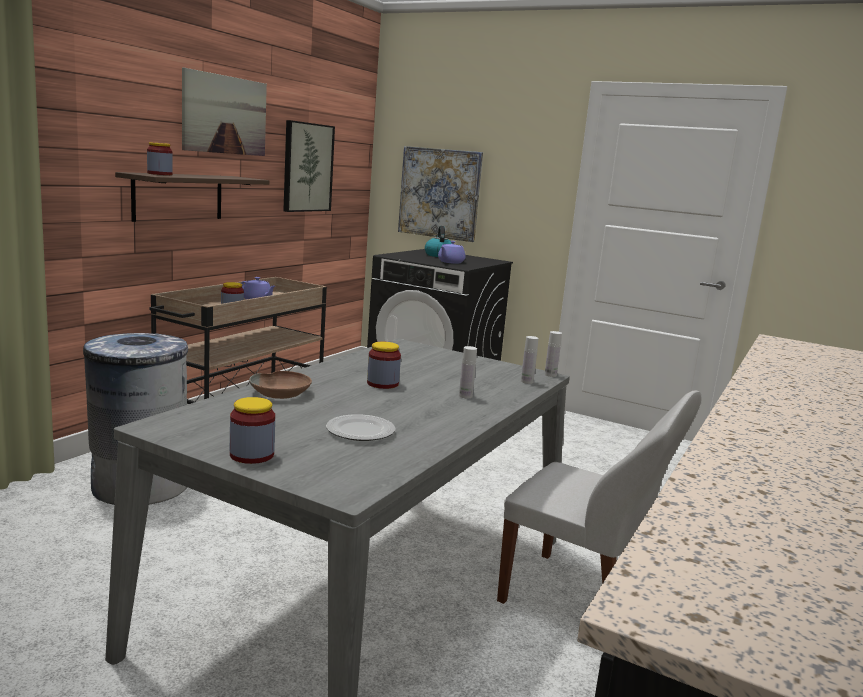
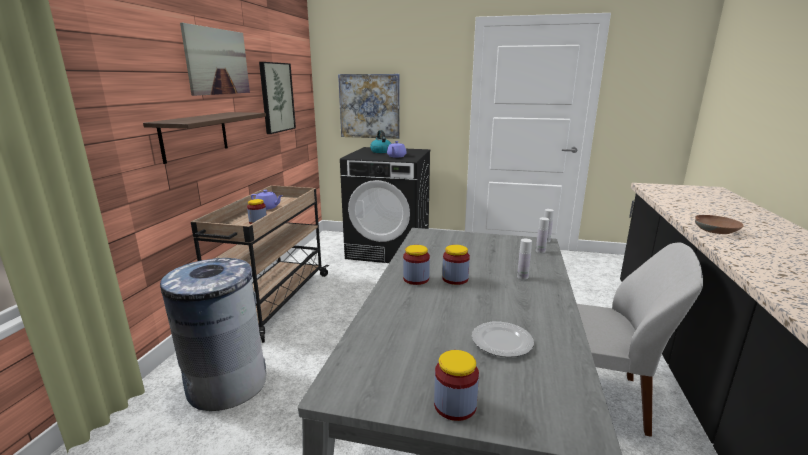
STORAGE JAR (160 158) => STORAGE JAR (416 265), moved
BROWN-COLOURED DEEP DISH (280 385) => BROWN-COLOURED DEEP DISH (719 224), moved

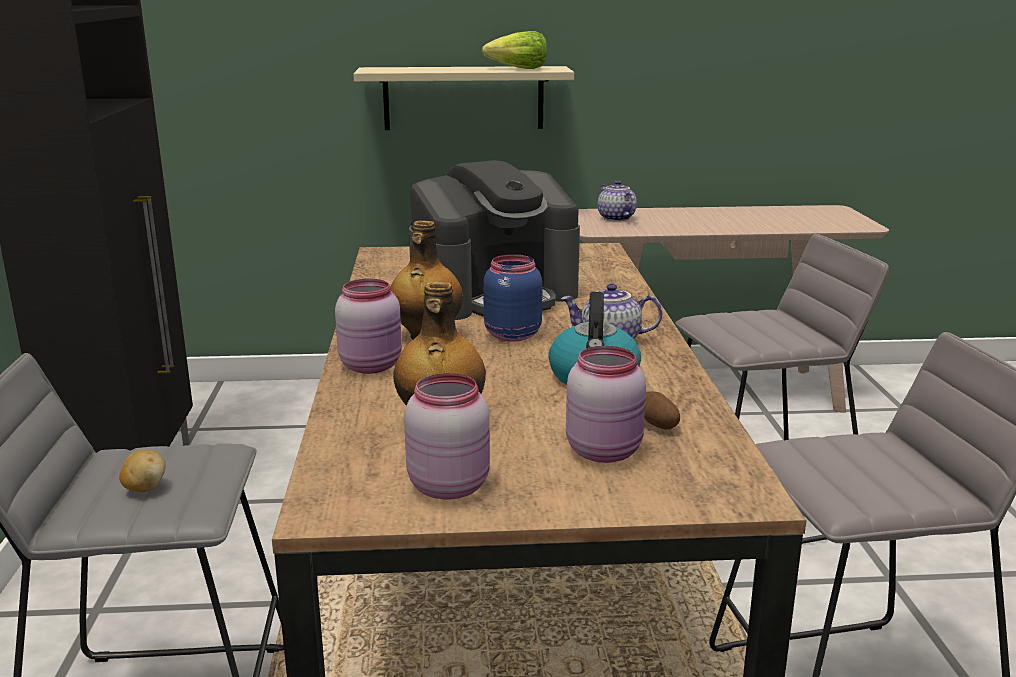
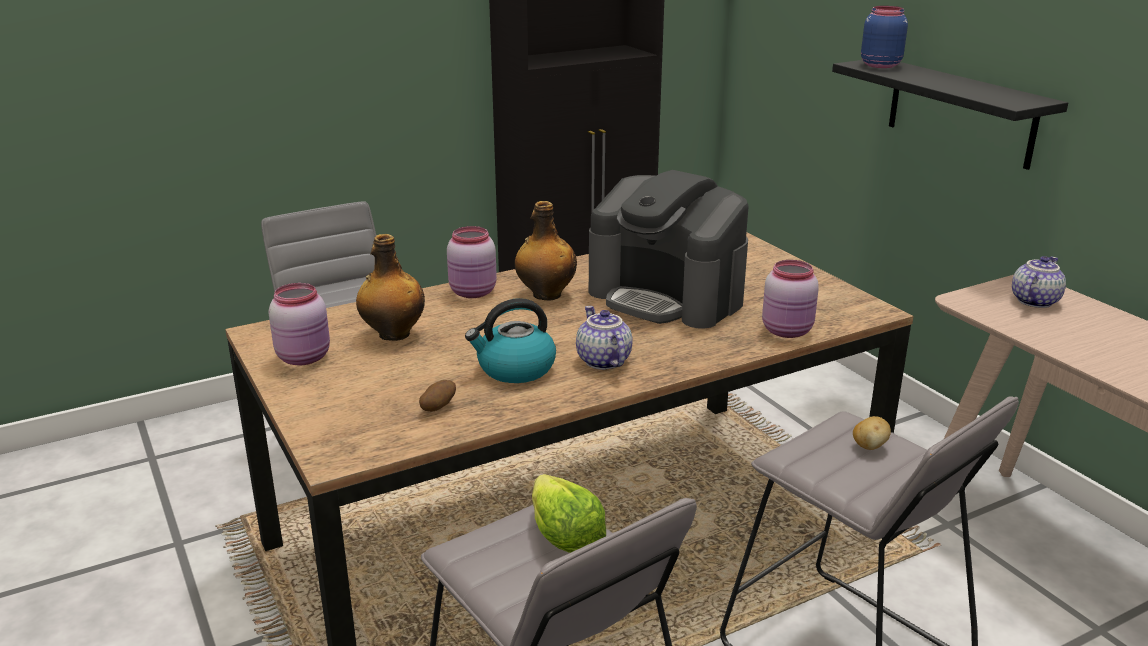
POTATO (142 470) => POTATO (872 433), moved
BEIGE-COLOURED BRACKET SHELF (464 98) => BLACKISH BRACKET SHELF (950 115)
HEAD OF LETTUCE (514 50) => HEAD OF LETTUCE (569 513), moved
BLUISH STORAGE JAR (513 298) => BLUISH STORAGE JAR (884 37), moved
PINK STORAGE JAR (606 404) => PINK STORAGE JAR (790 299), moved

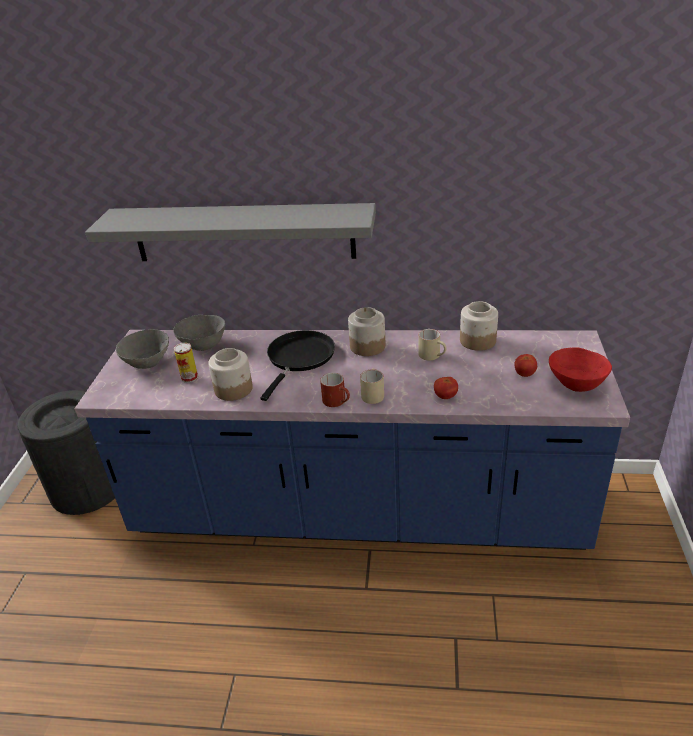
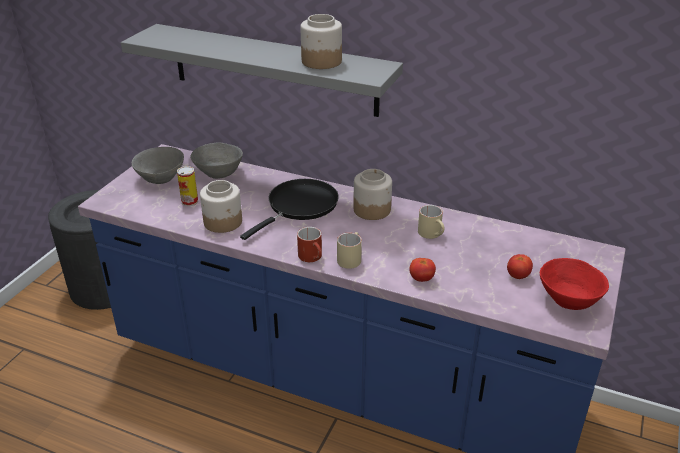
STORAGE JAR (479 326) => STORAGE JAR (321 41), moved

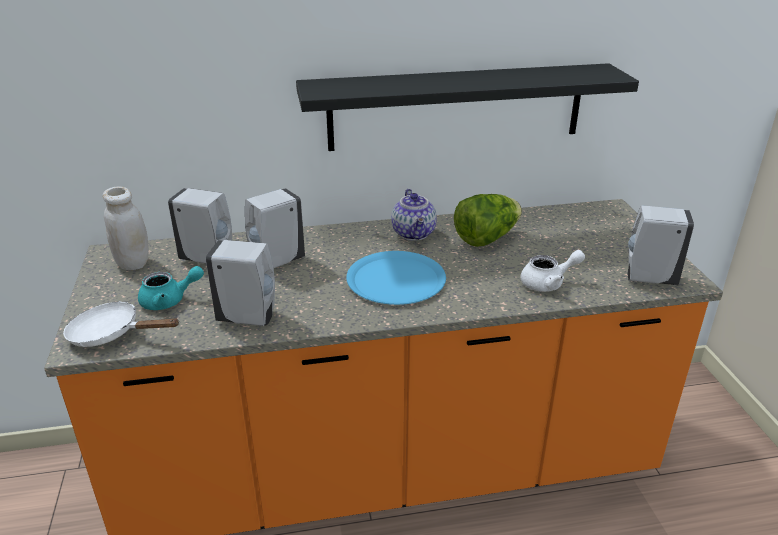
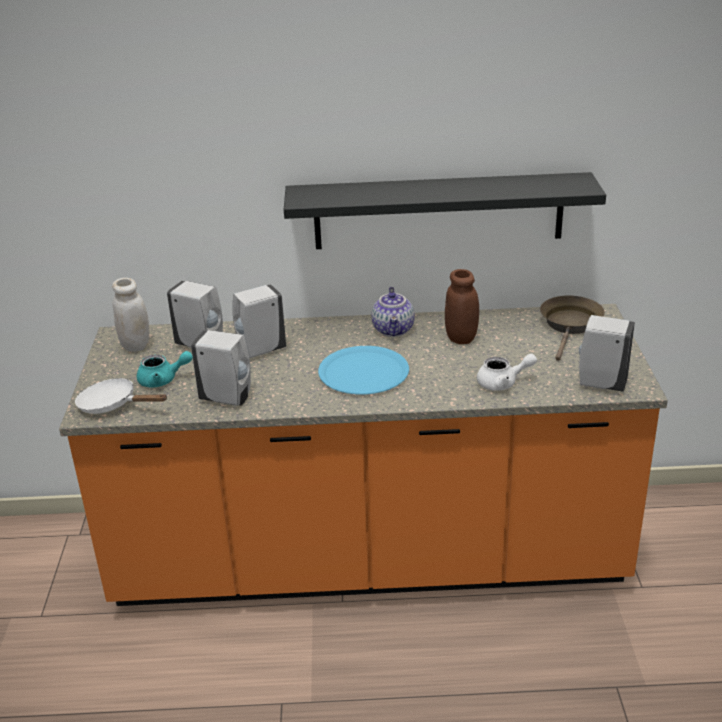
HEAD OF LETTUCE (488 220) => BROWN-COLOURED STORAGE JAR (462 306)
nothing => BROWN-COLOURED SKILLET (572 328)

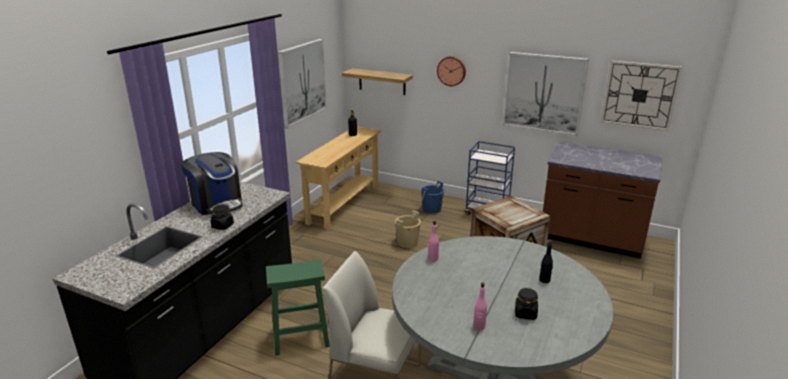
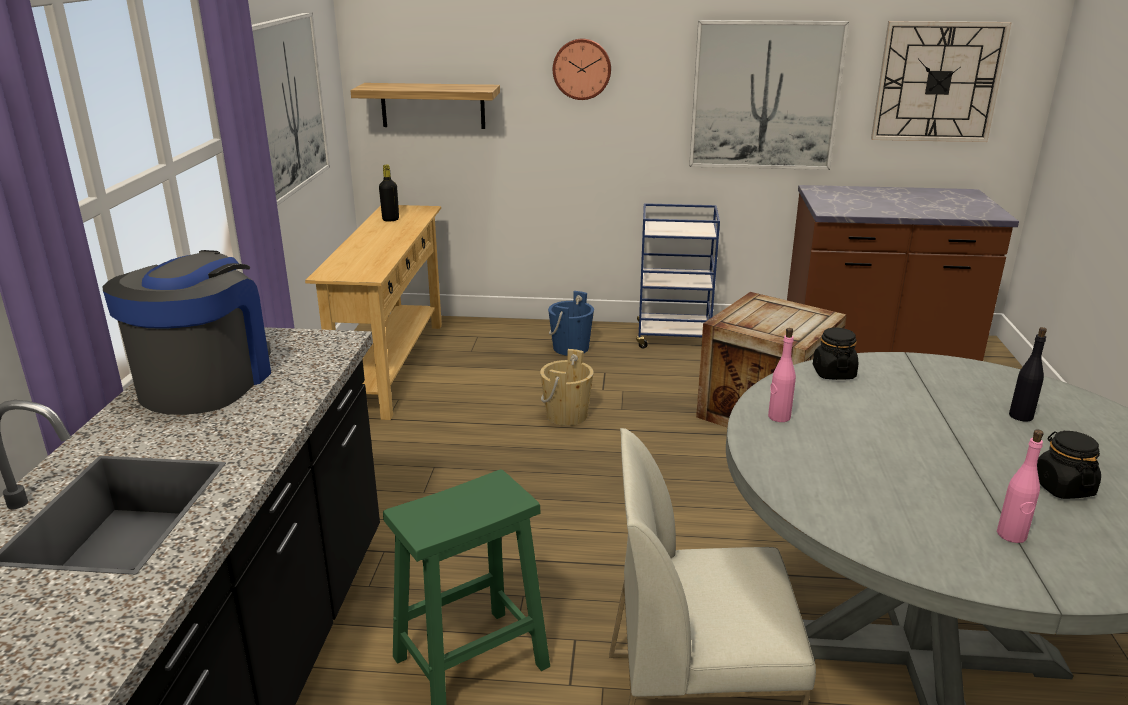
COFFEE BREWER (212 183) => COFFEE BREWER (187 332), 105 degrees counterclockwise
BLACKISH STORAGE JAR (222 217) => BLACKISH STORAGE JAR (835 354), moved

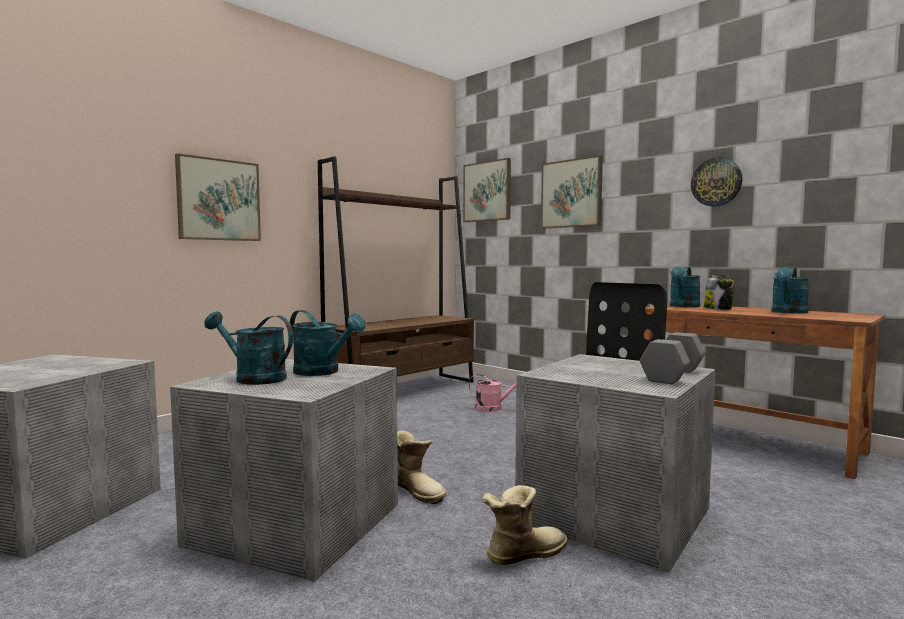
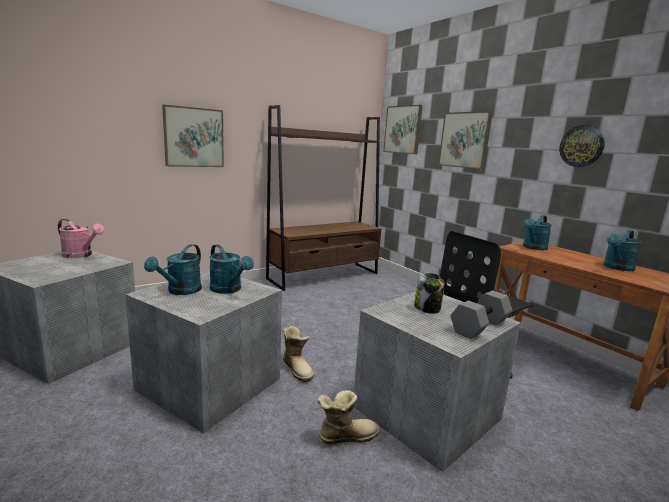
BLUE-GREEN WATERING CAN (248 348) => BLUE-GREEN WATERING CAN (173 269), 105 degrees counterclockwise
PINK WATERING CAN (492 393) => PINK WATERING CAN (81 238), moved
STORAGE JAR (719 292) => STORAGE JAR (429 293), moved

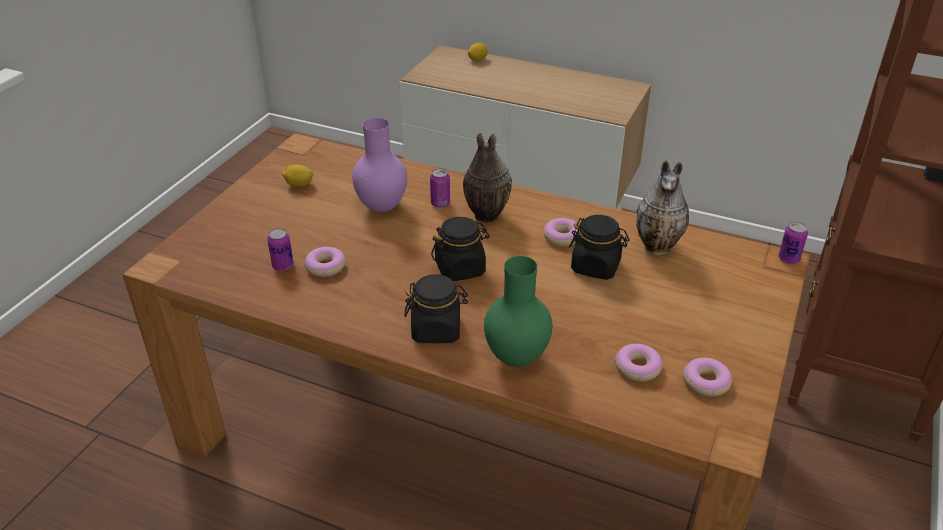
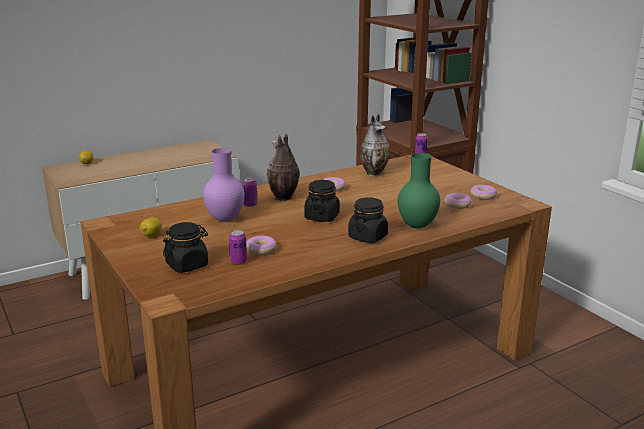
BLACKISH STORAGE JAR (599 247) => BLACKISH STORAGE JAR (185 247), moved

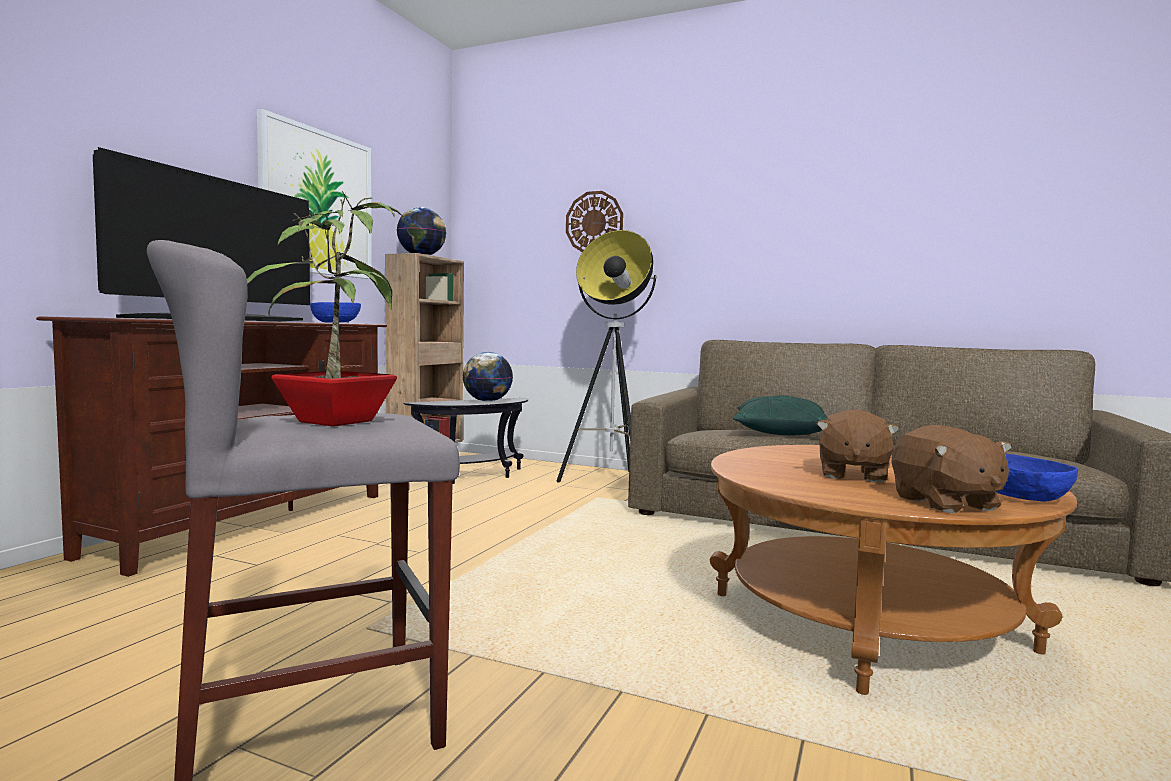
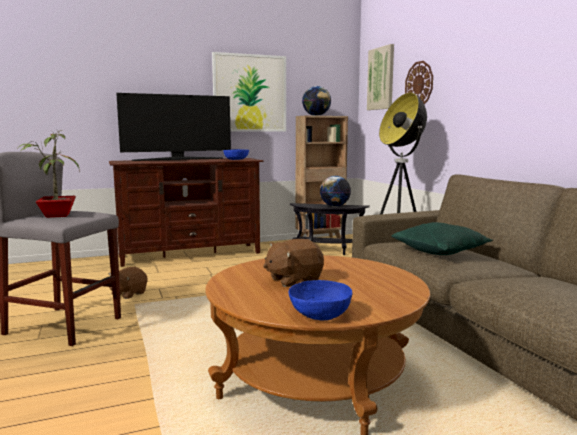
BROWN-COLOURED PLUSH TOY (952 469) => BROWN-COLOURED PLUSH TOY (127 283), moved
nothing => WALL PICTURE (380 77)

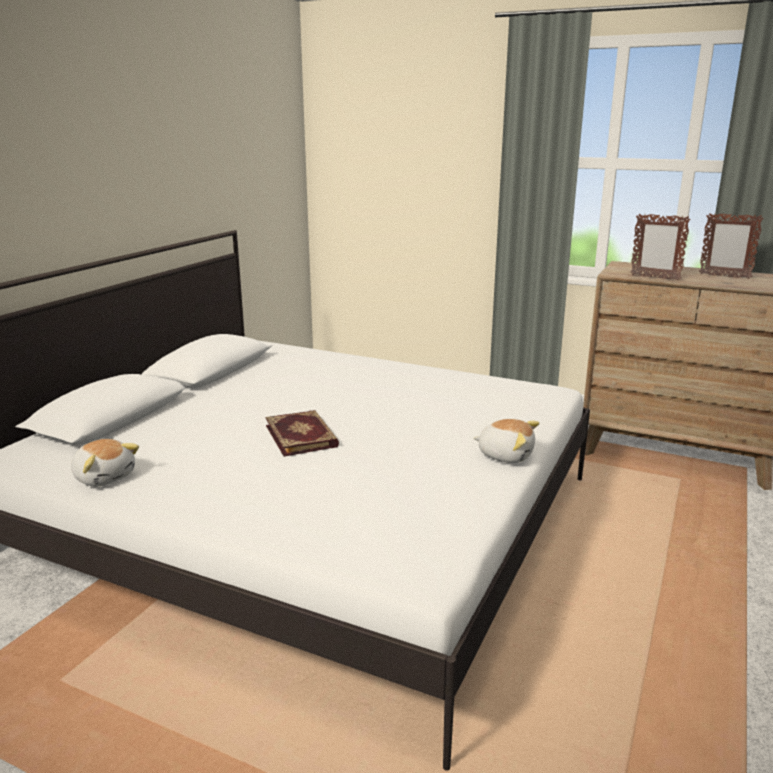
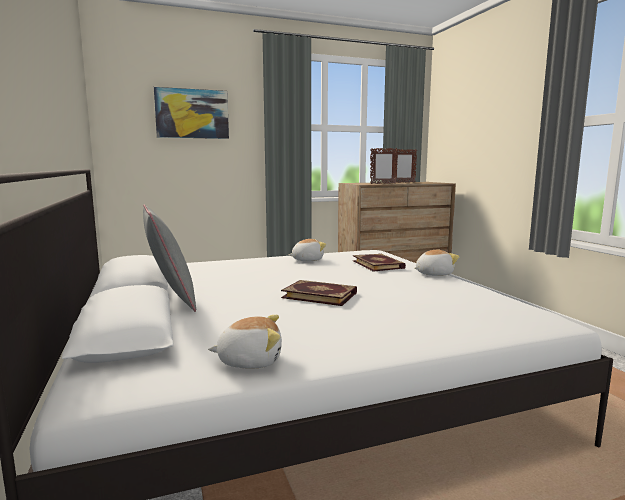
nothing => GREYISH CUSHION (169 258)
nothing => WALL PICTURE (191 113)
nothing => PLUSH TOY (307 250)
nothing => BOUND BOOK (379 263)

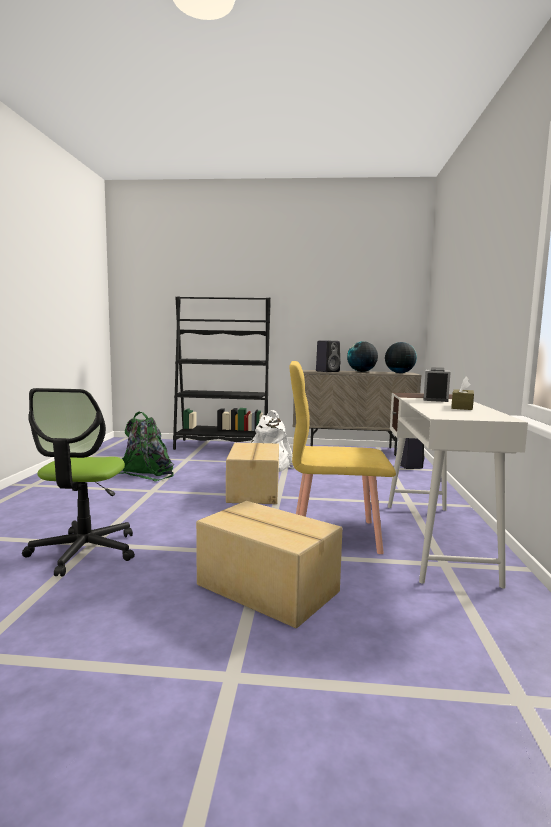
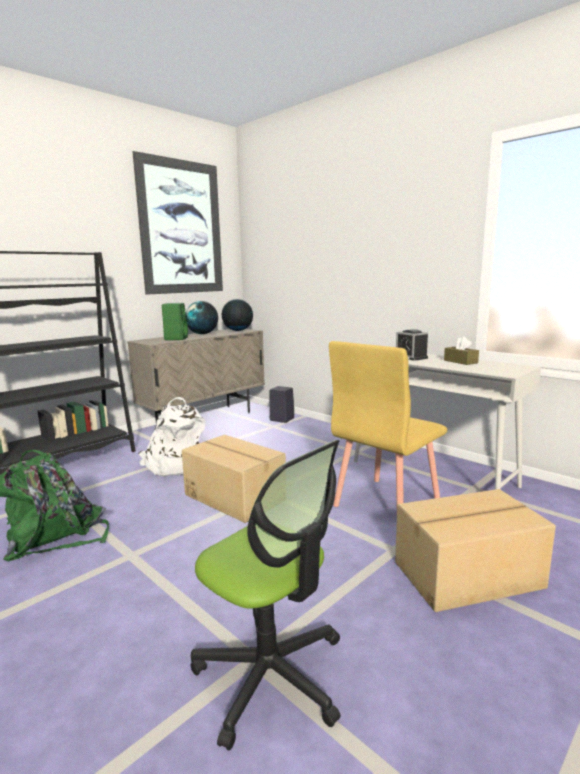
BLACKISH SPEAKER (328 356) => GREENISH SPEAKER (175 321)
nothing => WALL PICTURE (177 223)

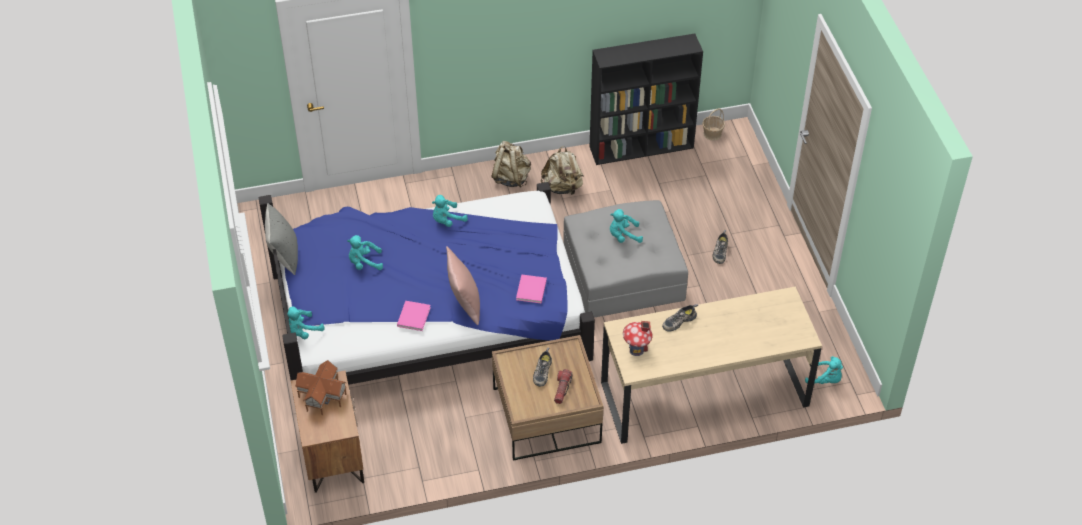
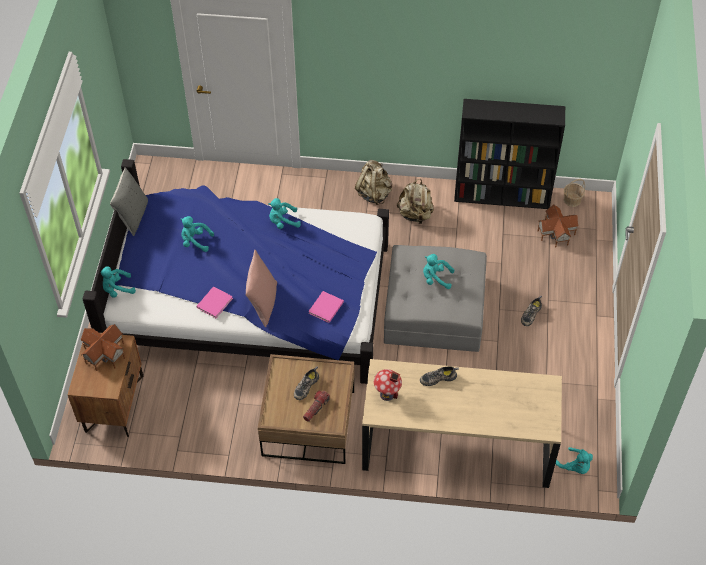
nothing => MINIATURE HOUSE (558 226)

